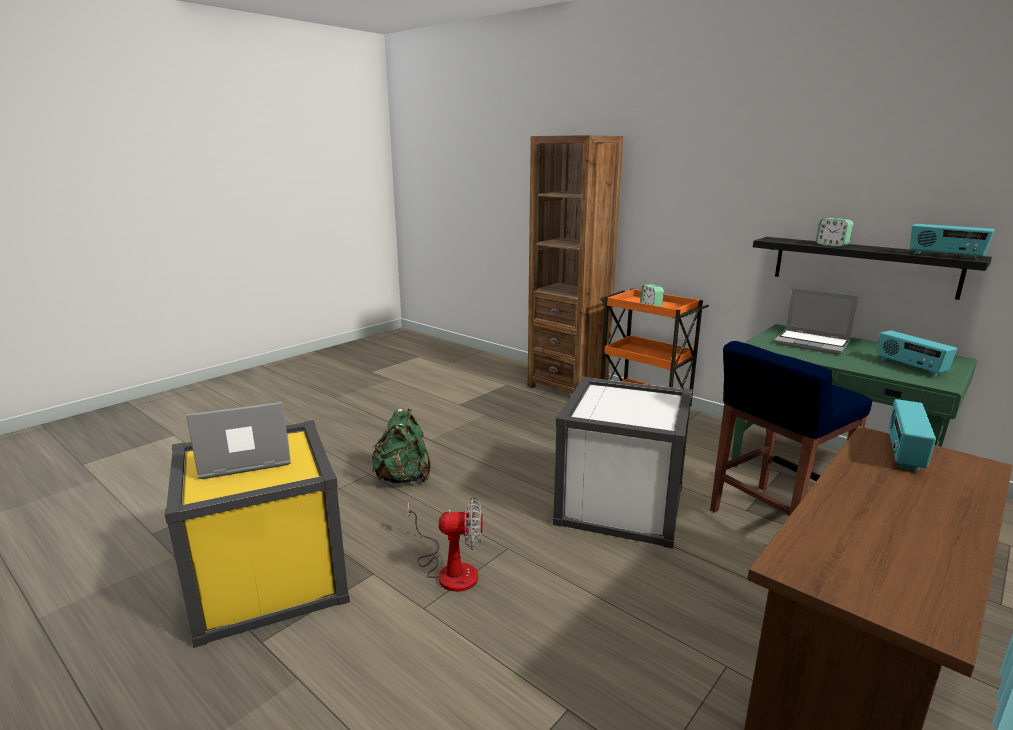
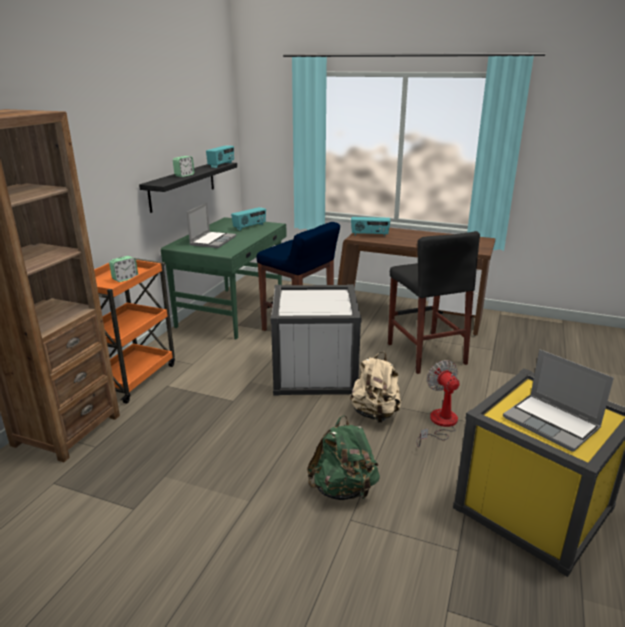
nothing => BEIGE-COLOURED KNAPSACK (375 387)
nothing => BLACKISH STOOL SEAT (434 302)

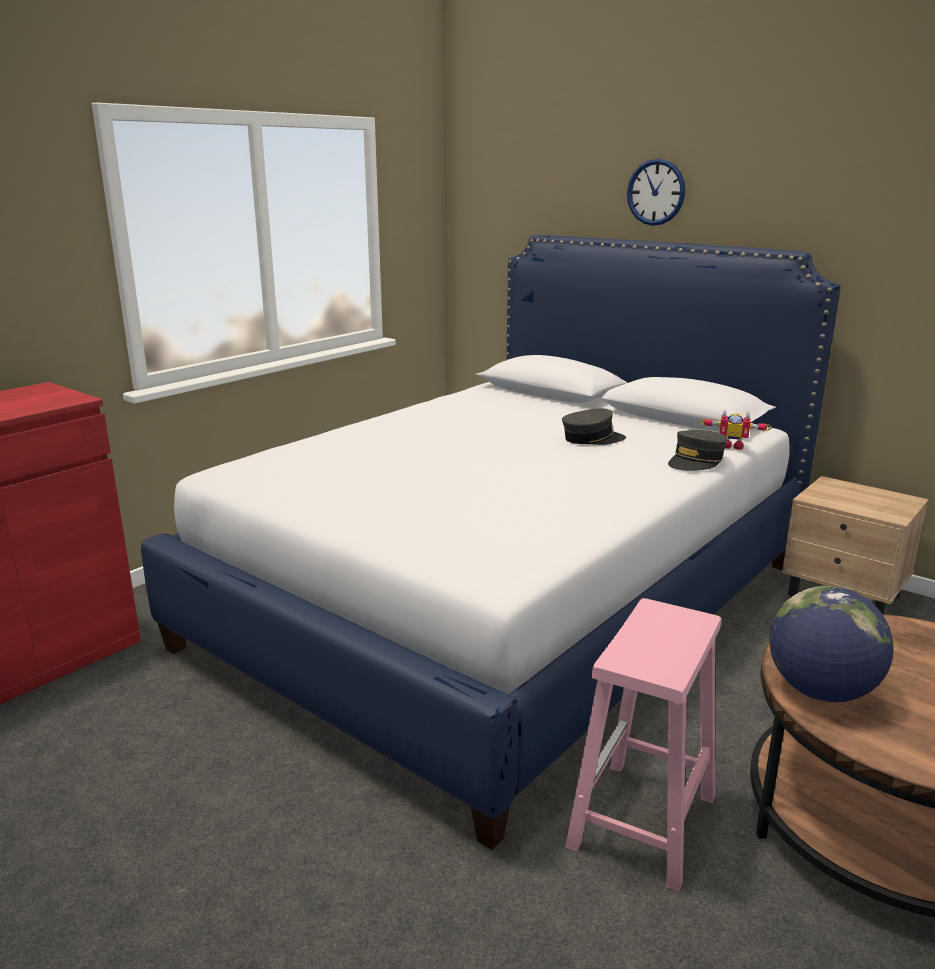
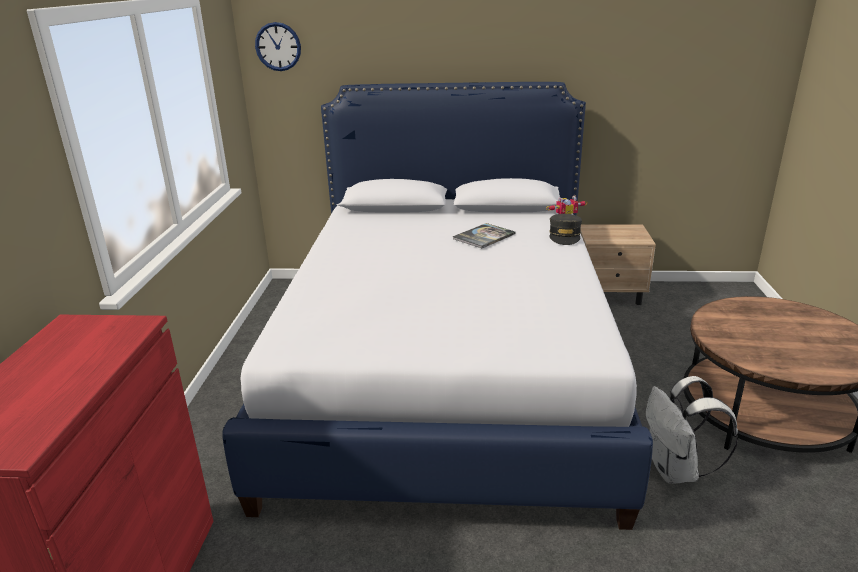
GREYISH CAP (594 426) => BOUND BOOK (483 235)
PINK STOOL SEAT (643 745) => WHITISH KNAPSACK (692 430)
CLOCK ON THE WALL (656 192) => CLOCK ON THE WALL (278 46), moved
WORLD GLOBE (831 644) => nothing

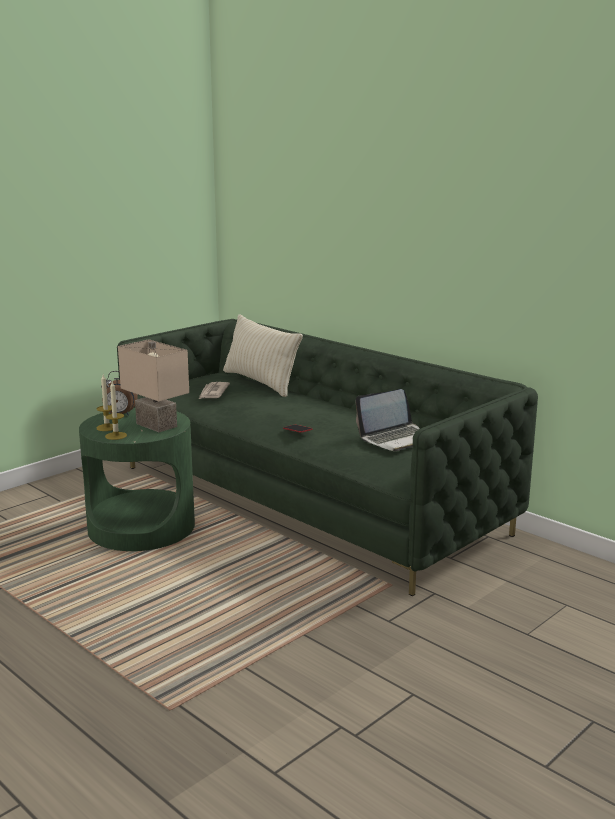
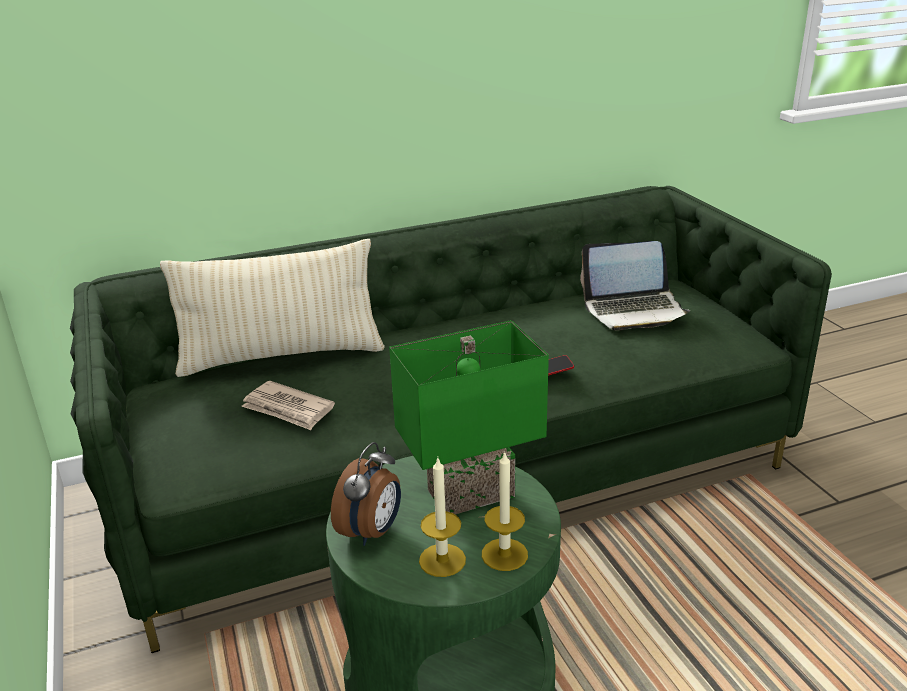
BEIGE-COLOURED TABLETOP LAMP (153 385) => GREENISH TABLETOP LAMP (469 417)
PORTABLE COMPUTER (387 420) => PORTABLE COMPUTER (635 286), 90 degrees clockwise

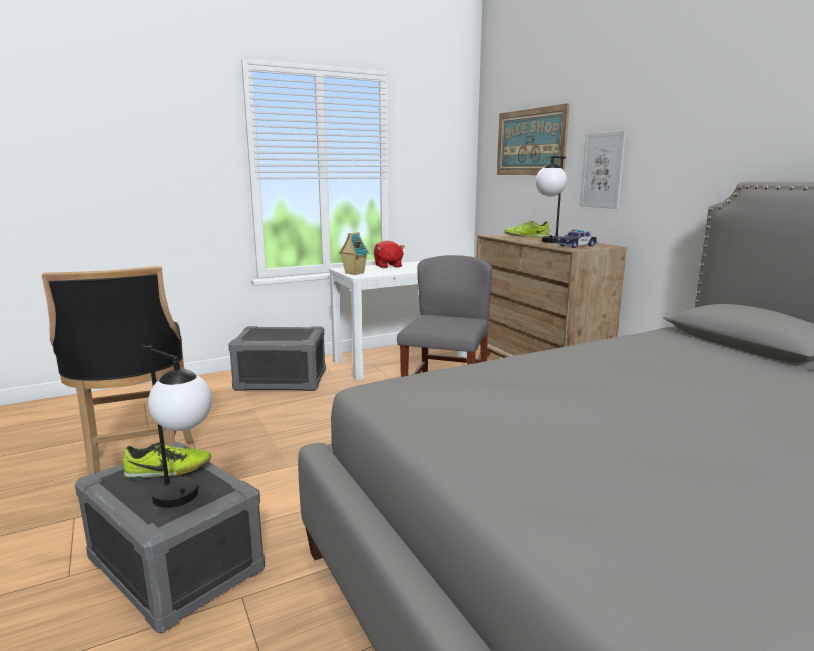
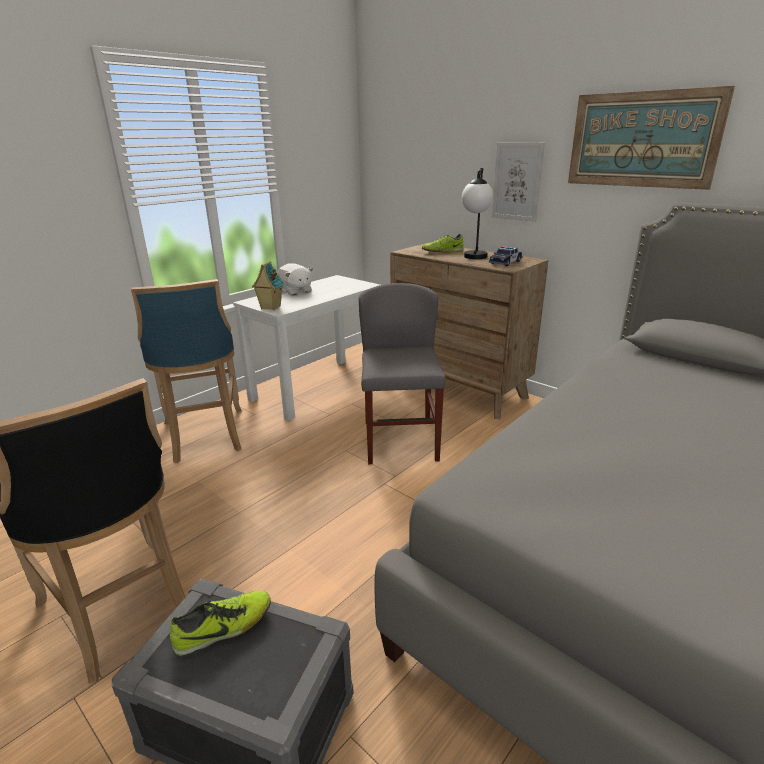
TABLETOP LAMP (176 426) => nothing
GREYISH STORAGE CONTAINER (277 358) => BLUISH STOOL SEAT (186 371)
RED-COLOURED PLUSH TOY (389 254) => WHITISH PLUSH TOY (295 279)
WALL PICTURE (533 139) => WALL PICTURE (651 138), moved

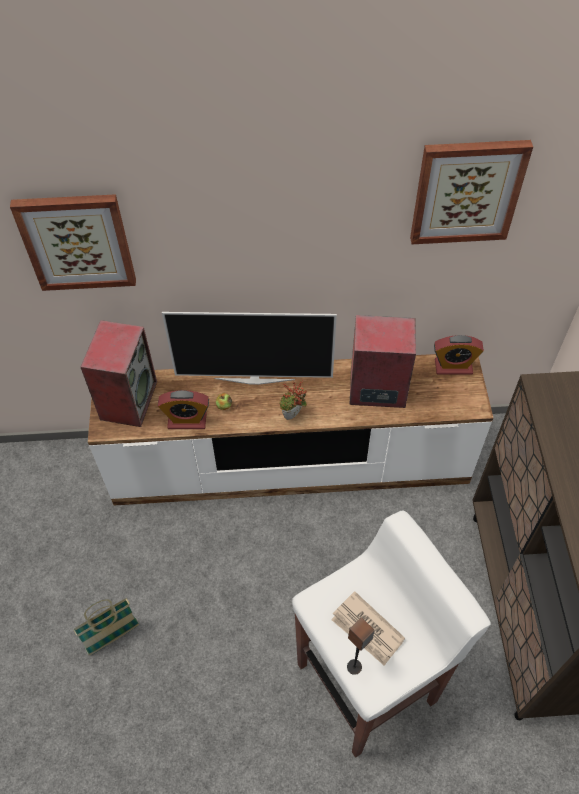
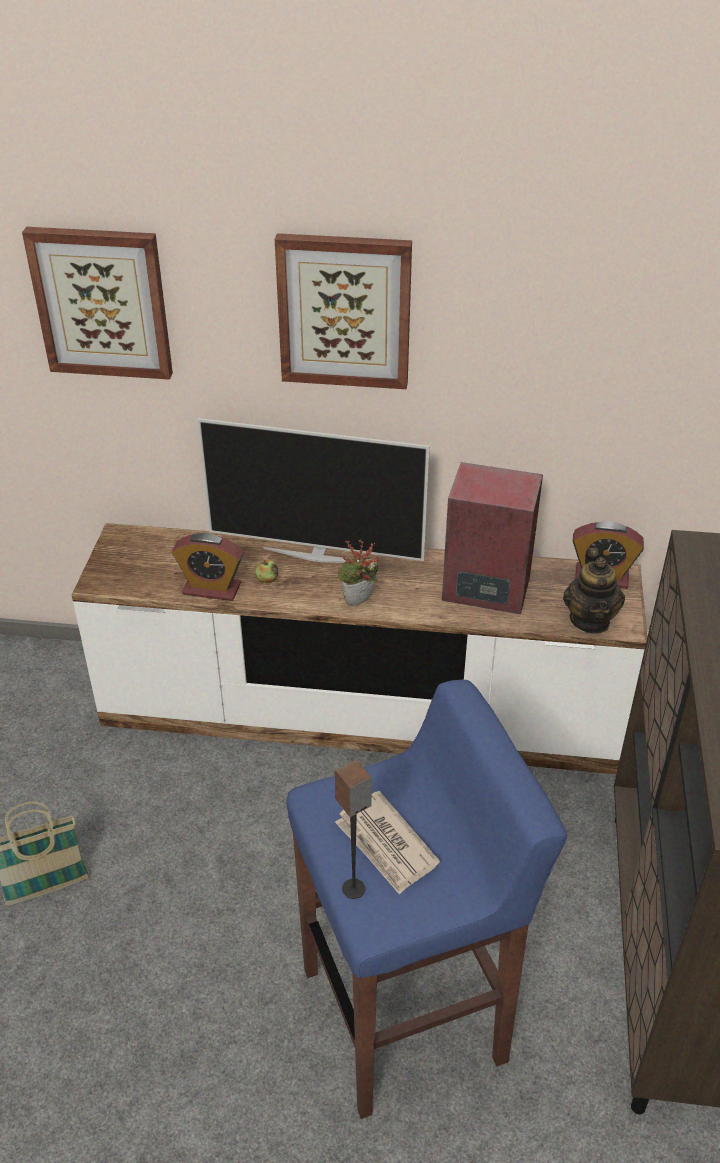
SPEAKER (119 373) => nothing
WHITISH STOOL SEAT (391 634) => BLUISH STOOL SEAT (426 899)
WALL PICTURE (471 192) => WALL PICTURE (343 311), moved
nothing => TEA POT (594 591)

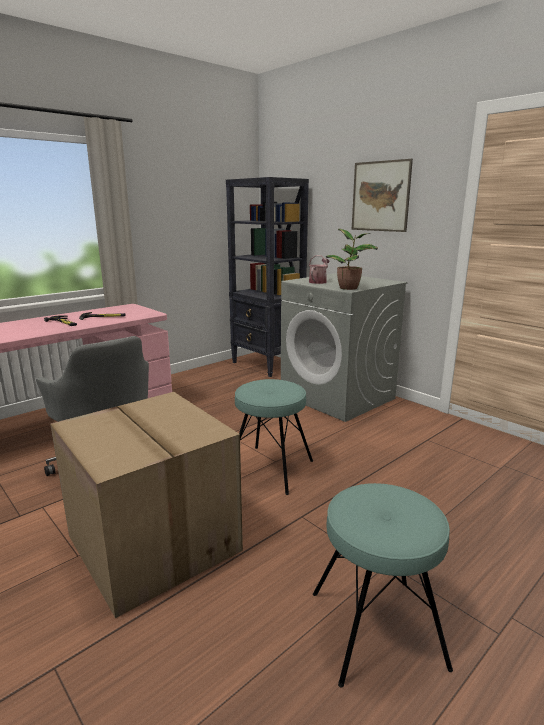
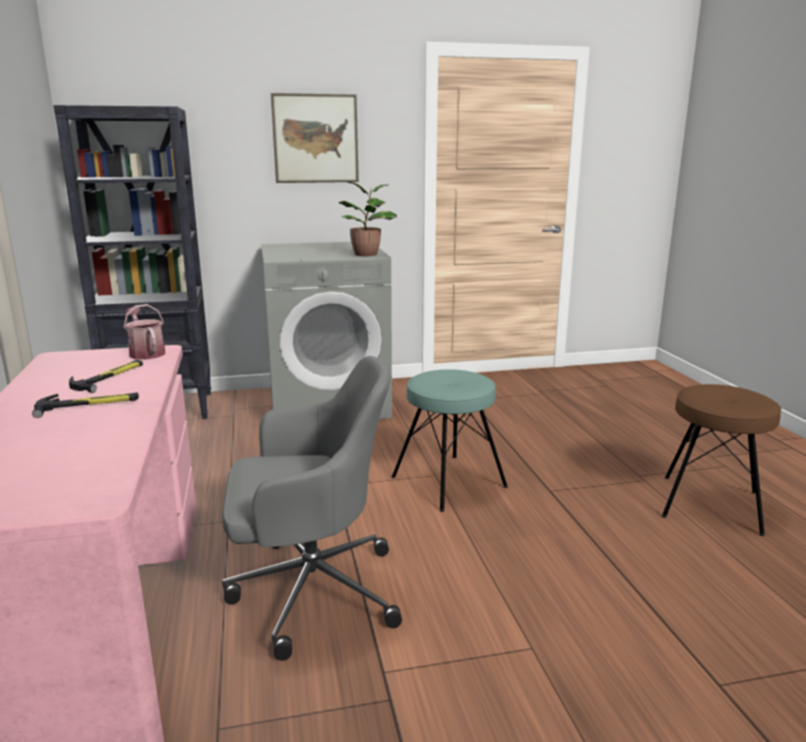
CARDBOARD BOX (146 505) => nothing
WATERING CAN (319 269) => WATERING CAN (144 332), moved
BLUE-GREEN STOOL SEAT (383 585) => BROWN-COLOURED STOOL SEAT (721 460)

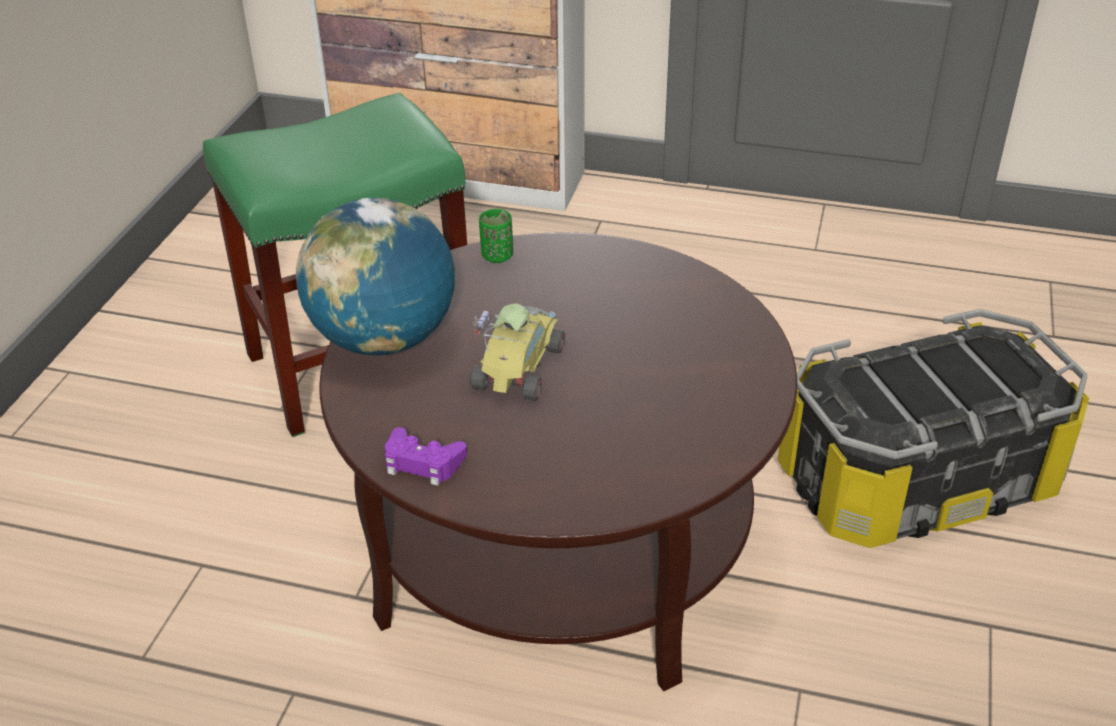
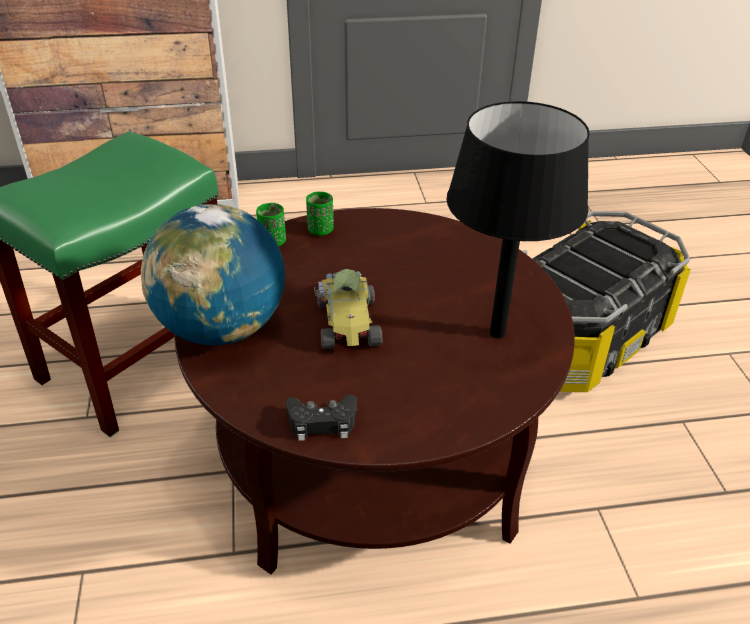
PURPLE-COLOURED GAMEPAD (426 456) => BLACKISH GAMEPAD (321 417)
nothing => GREENISH CUP (320 214)
nothing => BLACKISH TABLETOP LAMP (518 219)

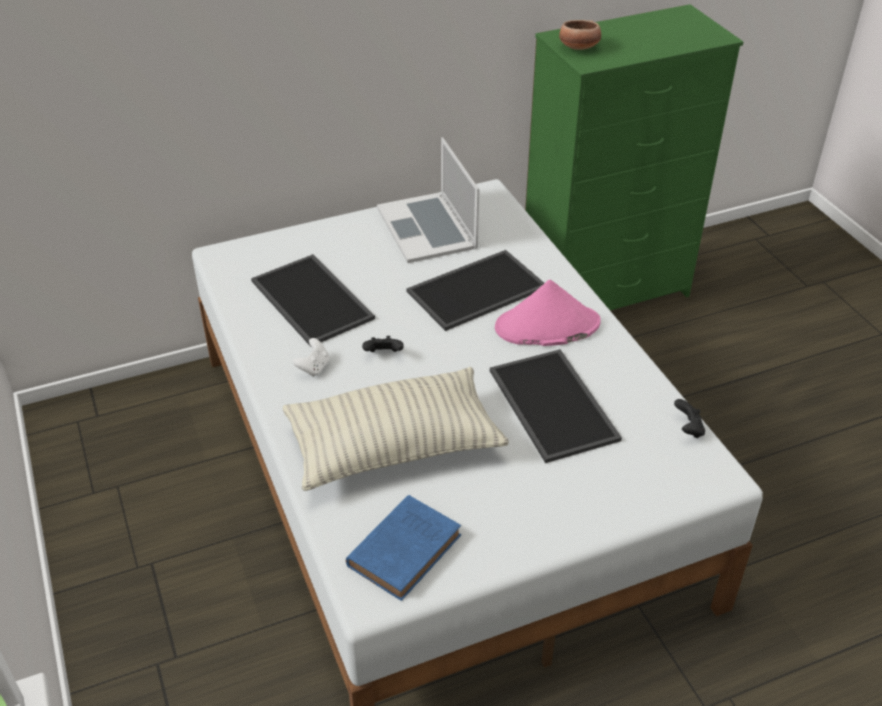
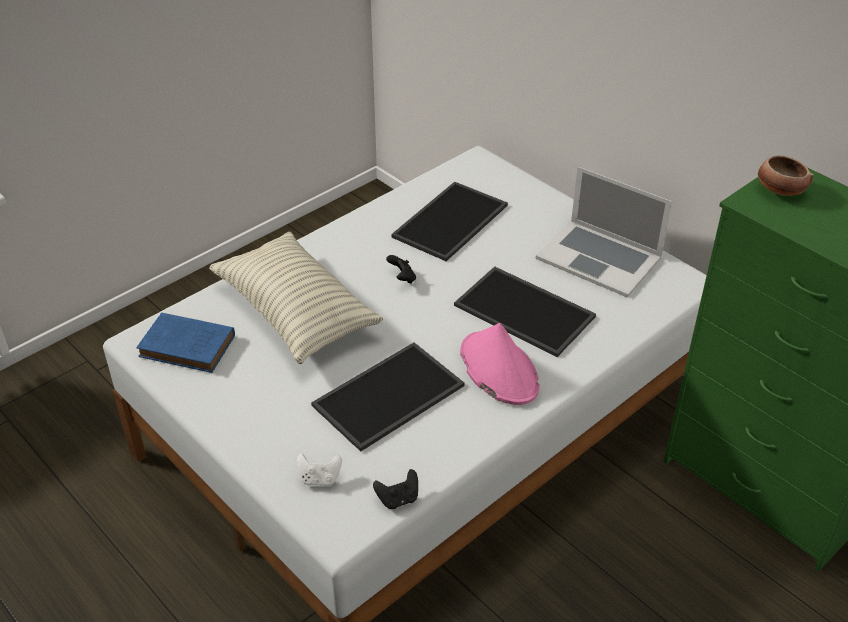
WHITISH GAMEPAD (311 357) => WHITISH GAMEPAD (319 469), moved
PORTABLE COMPUTER (428 200) => PORTABLE COMPUTER (604 232), 105 degrees counterclockwise

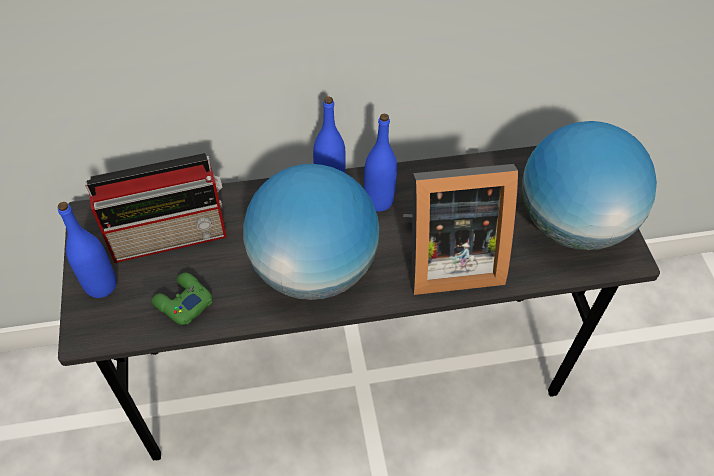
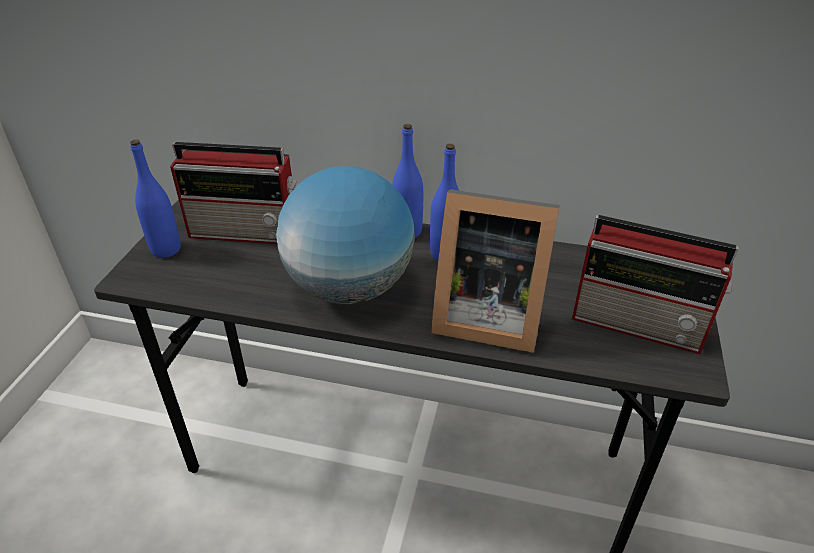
GREENISH GAMEPAD (181 299) => nothing
WORLD GLOBE (589 185) => RADIO SET (655 284)

